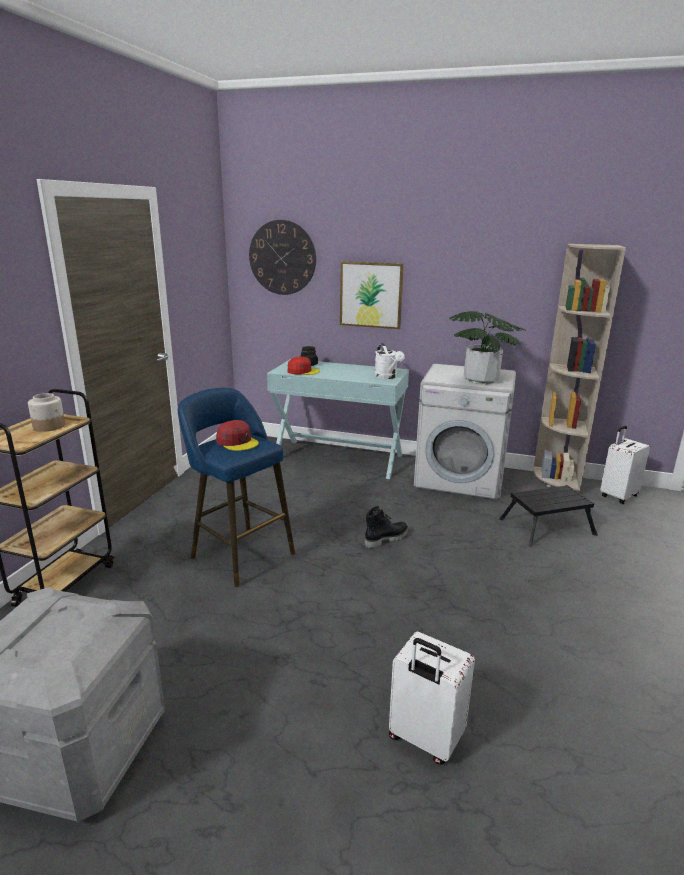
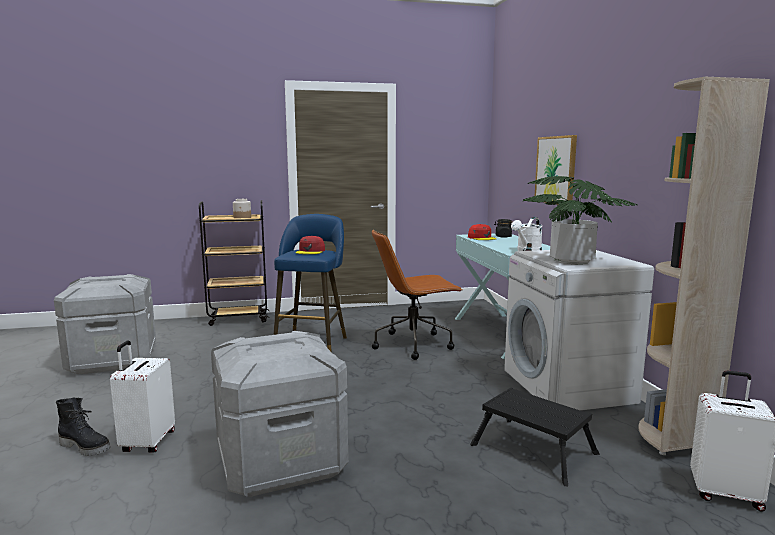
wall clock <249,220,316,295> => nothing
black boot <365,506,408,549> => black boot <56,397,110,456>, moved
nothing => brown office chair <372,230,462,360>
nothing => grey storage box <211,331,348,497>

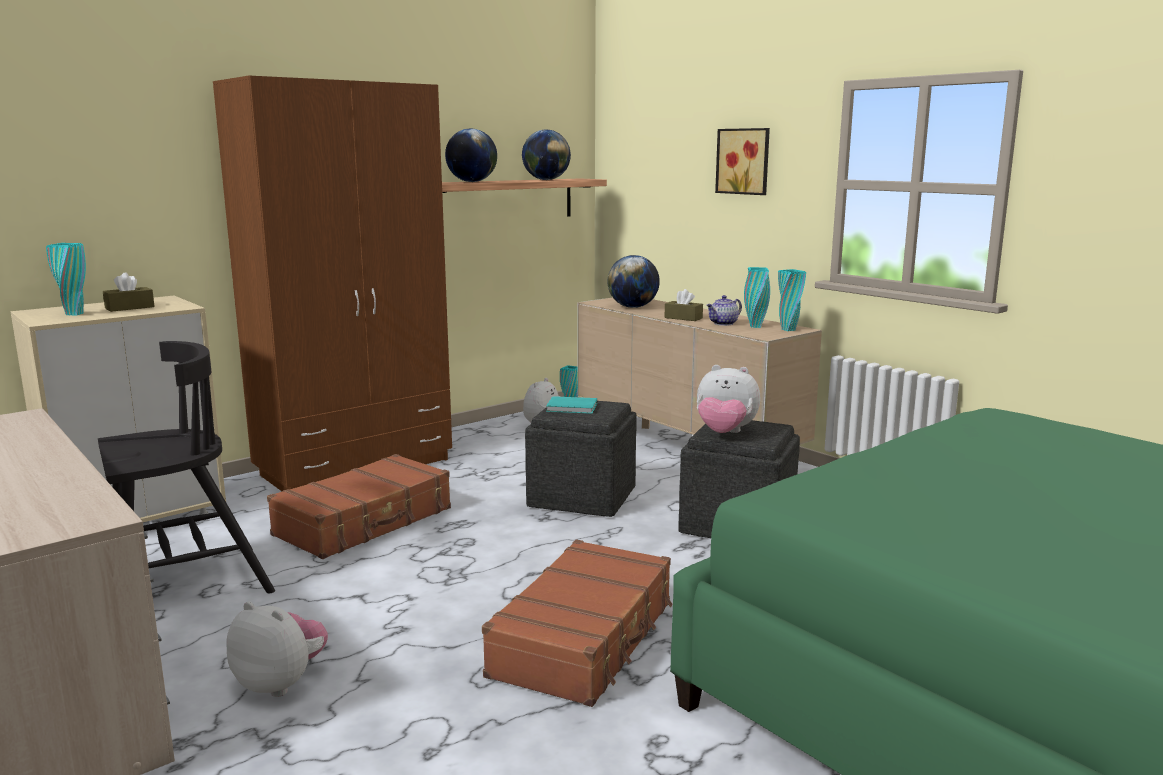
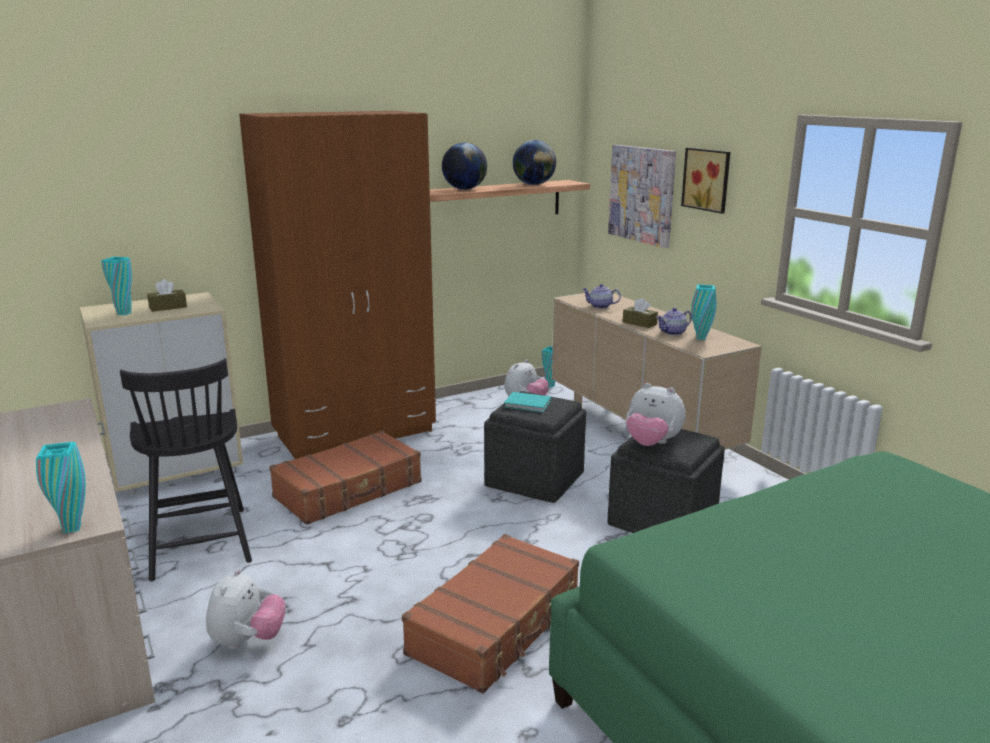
globe <607,255,660,308> => teapot <583,284,621,309>
turquoise vase <778,269,806,331> => turquoise vase <36,442,86,533>, moved
black chair <98,341,275,593> => black chair <120,358,252,581>, 90 degrees clockwise
plush toy <226,601,328,697> => plush toy <206,569,286,649>, 60 degrees clockwise
nothing => picture <608,145,676,248>

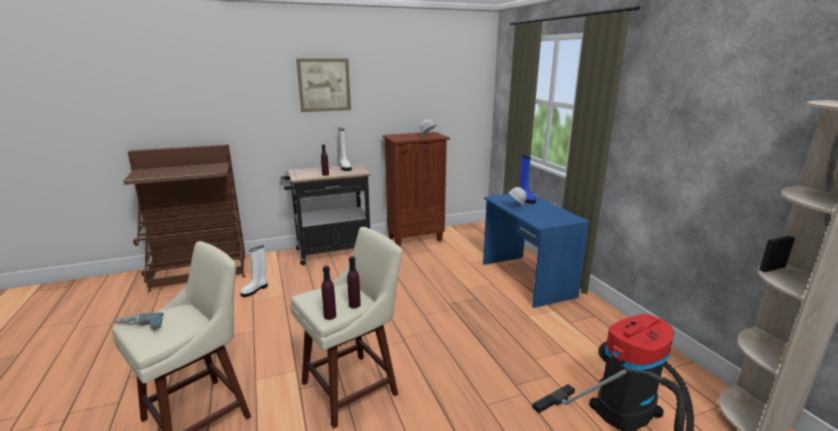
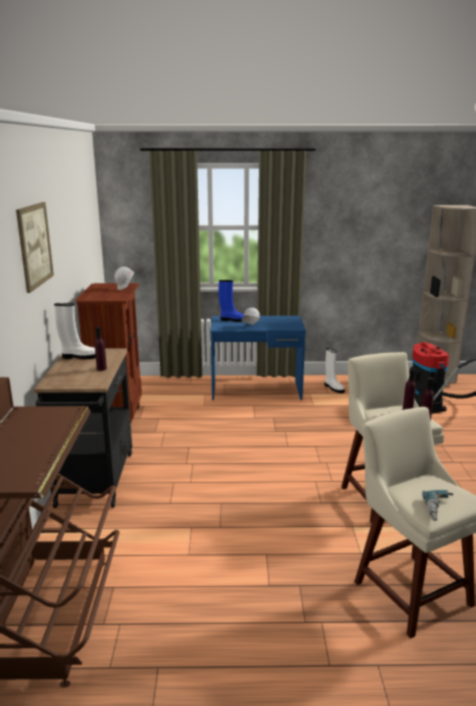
white boot <240,245,268,297> => white boot <325,348,345,393>, moved

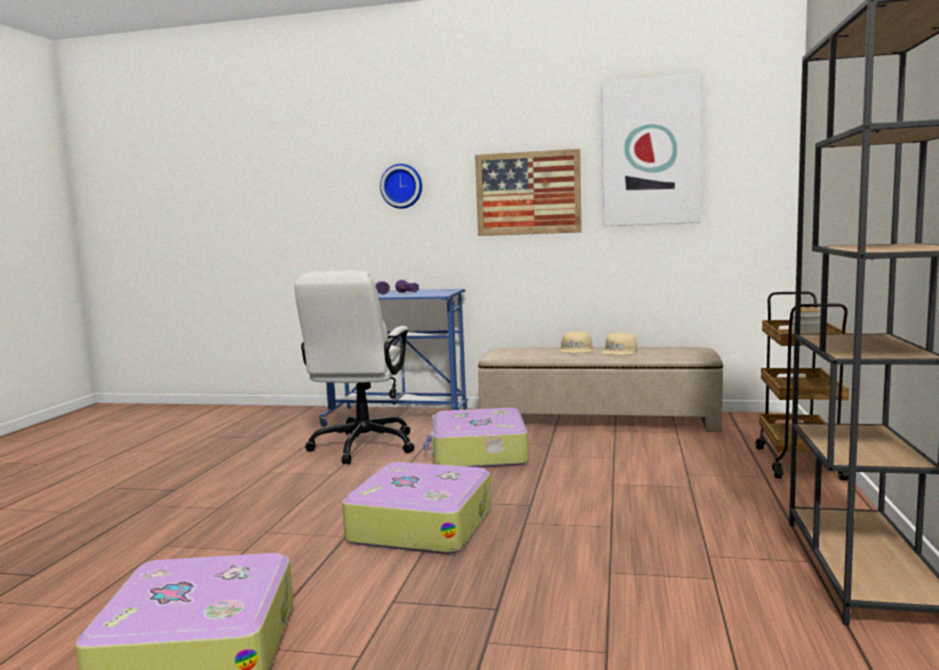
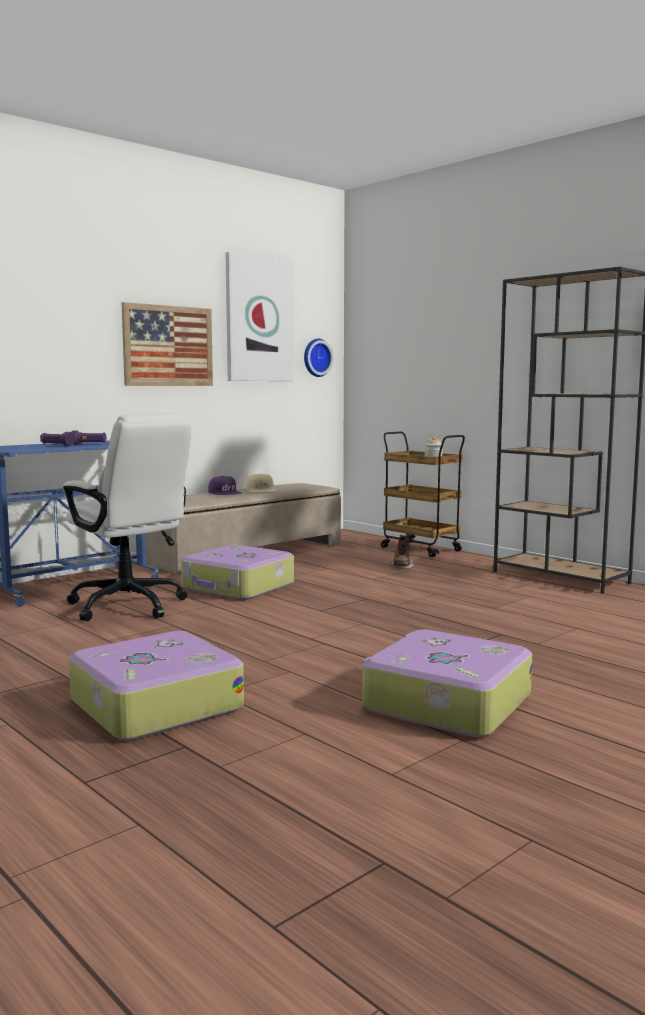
wall clock <380,164,422,209> => wall clock <304,339,333,377>, moved
beige cap <560,331,592,353> => purple cap <208,476,242,495>
suitcase <342,462,492,554> => suitcase <69,631,244,741>, moved
nothing => brown boot <391,535,414,569>

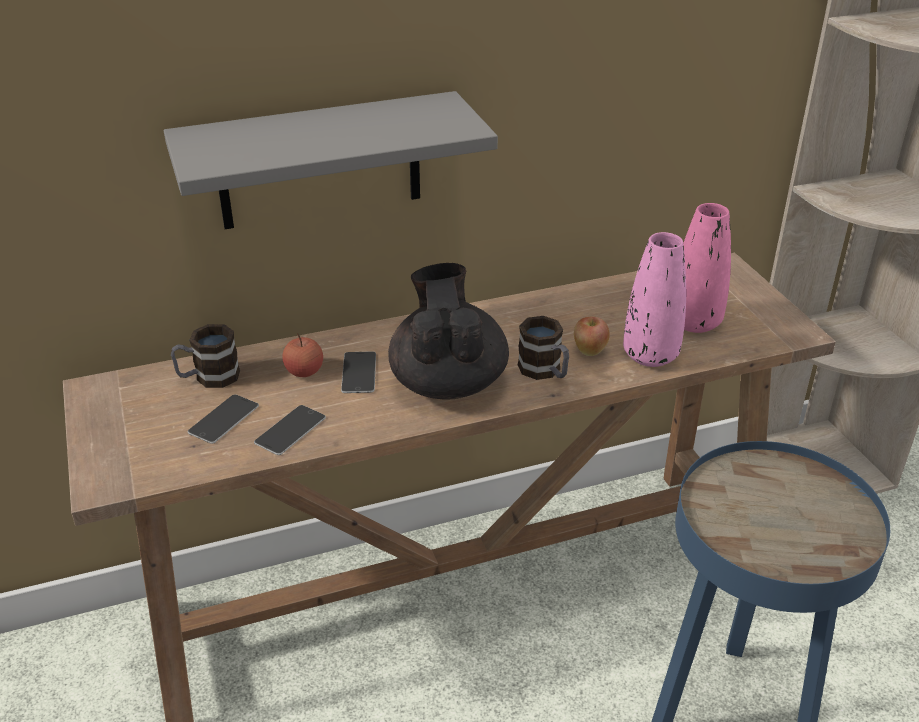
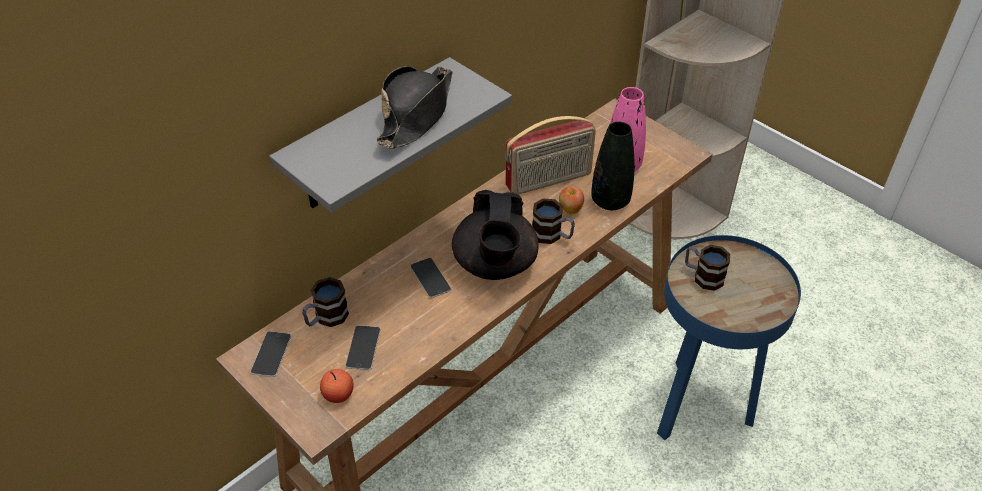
pink vase <623,232,686,367> => black vase <591,122,635,210>
black teapot <388,263,509,399> => black teapot <452,190,539,280>, 150 degrees counterclockwise
apple <282,333,323,377> => apple <320,369,354,403>, moved
phone <254,405,326,455> => phone <251,331,291,377>, moved
nothing => black hat <376,66,452,148>
nothing => radio <505,116,596,195>
nothing => mug <685,245,730,291>

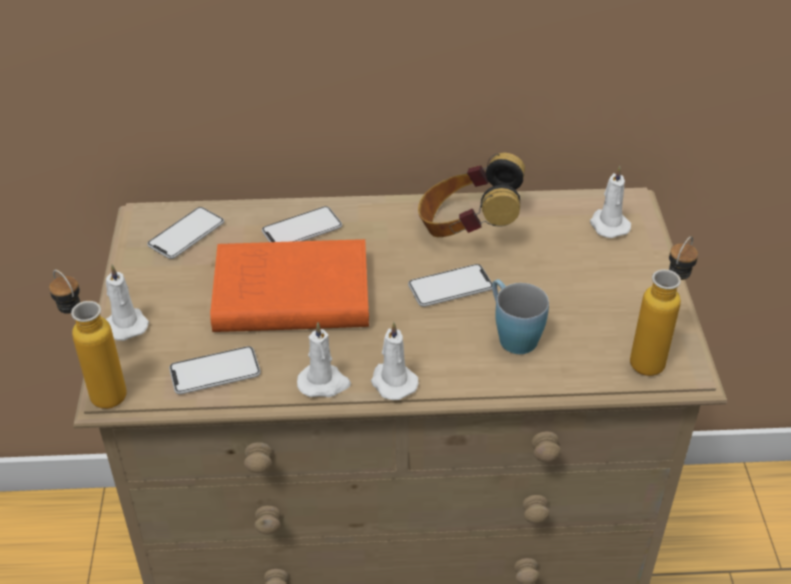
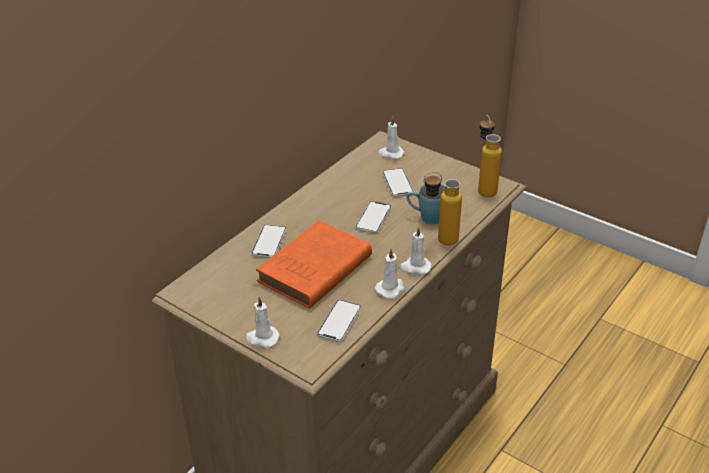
headphones <418,153,525,237> => nothing
phone <147,207,224,259> => phone <382,168,414,197>, moved
bottle <49,270,127,409> => bottle <424,171,462,245>, moved

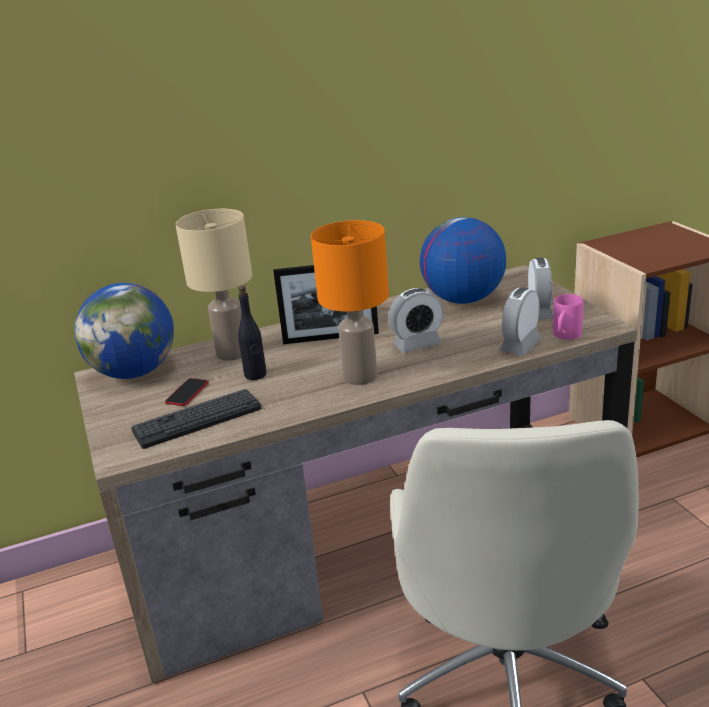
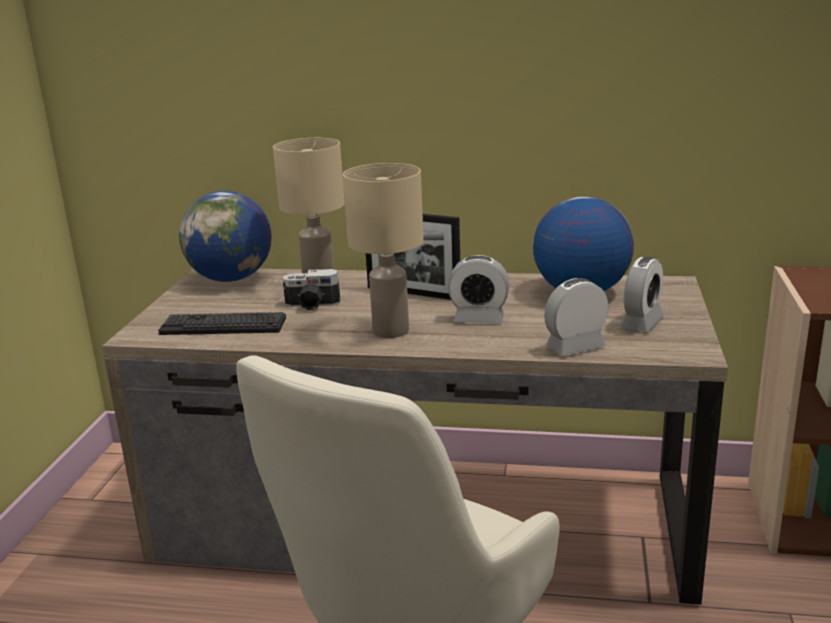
orange table lamp <311,220,389,385> => beige table lamp <343,163,424,338>
black bottle <238,285,267,380> => photo camera <283,269,340,311>
pink mug <553,294,583,340> => nothing
phone <165,378,209,406> => nothing

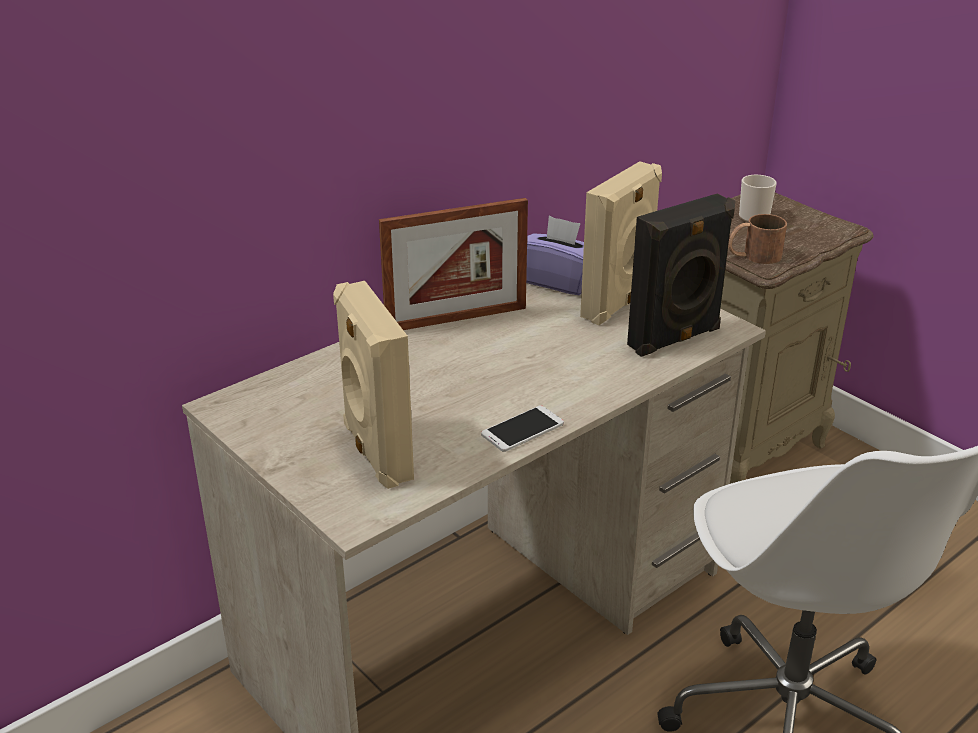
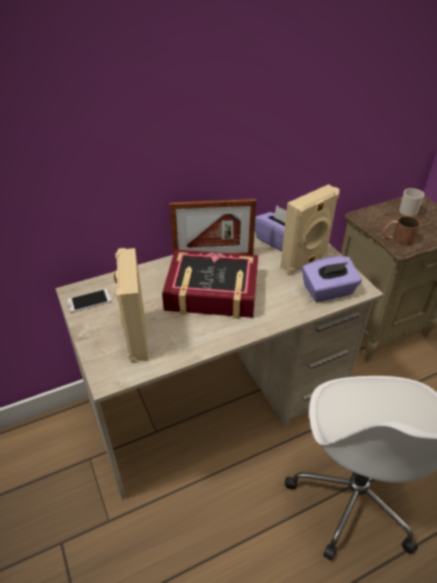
black speaker <627,193,735,357> => purple tissue box <302,256,362,302>
phone <481,405,564,452> => phone <68,289,112,312>, moved
nothing => book <162,250,258,319>

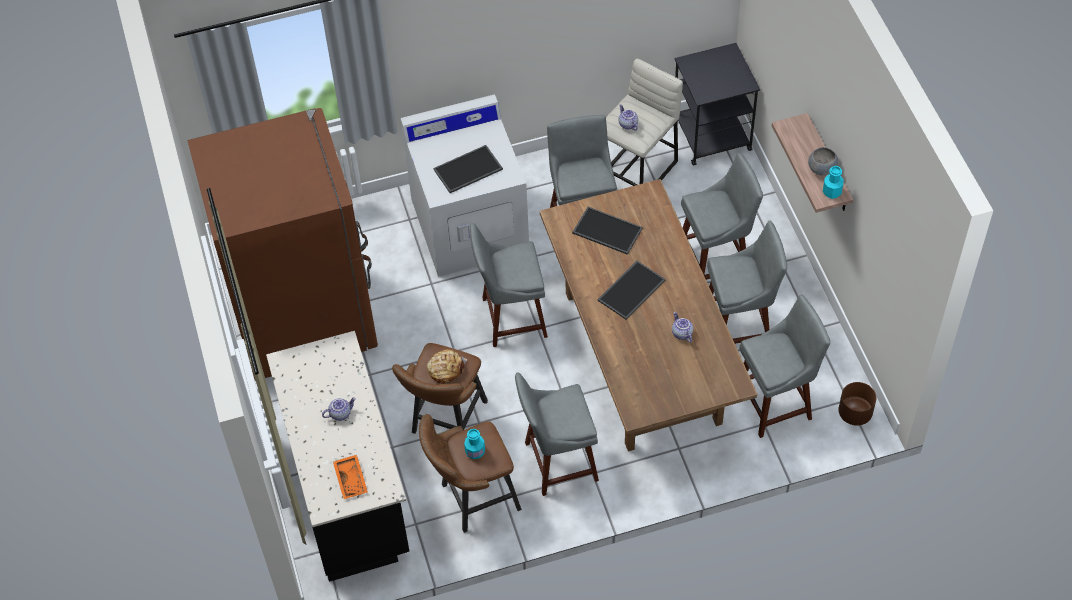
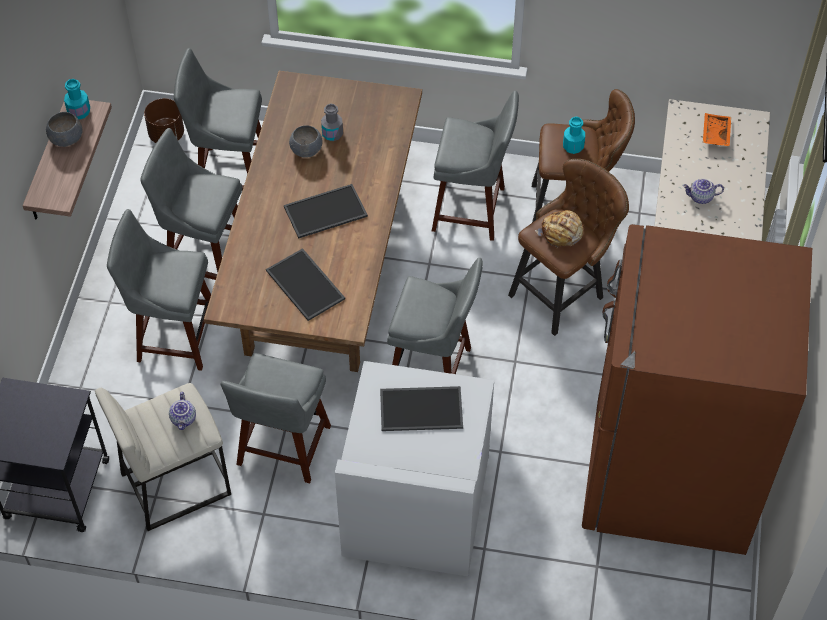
teapot <672,311,693,342> => grey bowl <289,125,323,158>
nothing => grey bottle <321,103,343,141>

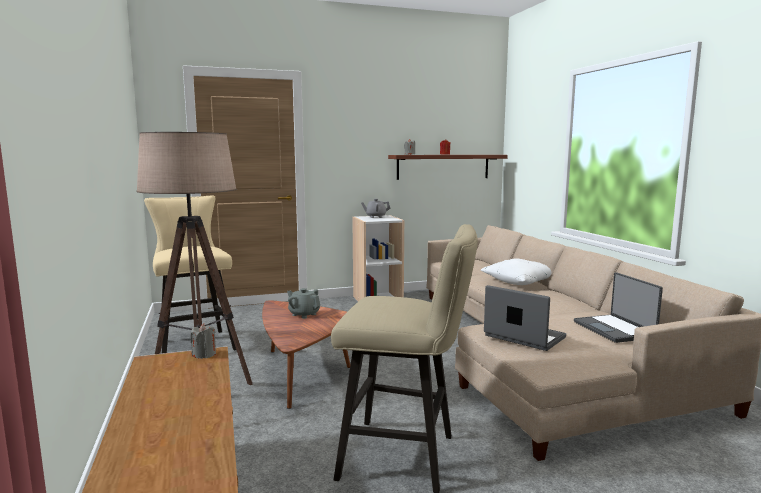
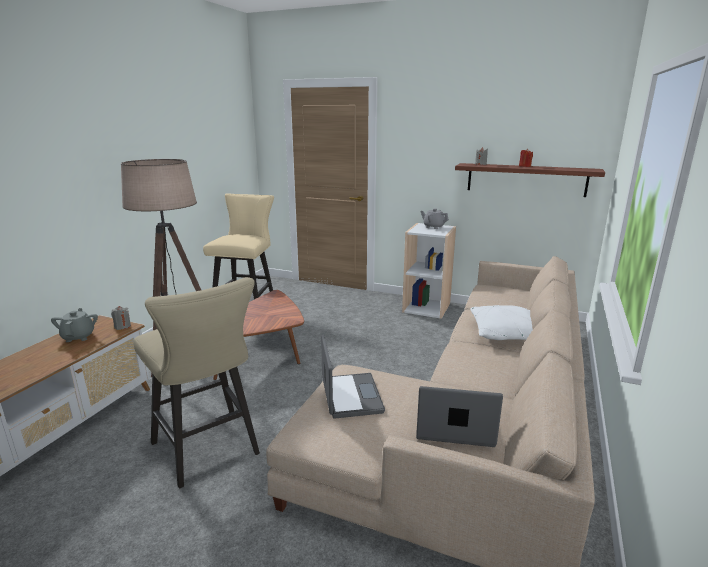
laptop <574,272,663,343> => laptop <416,386,503,447>, 75 degrees clockwise
grey teapot <287,288,320,319> => grey teapot <51,308,98,342>, moved

